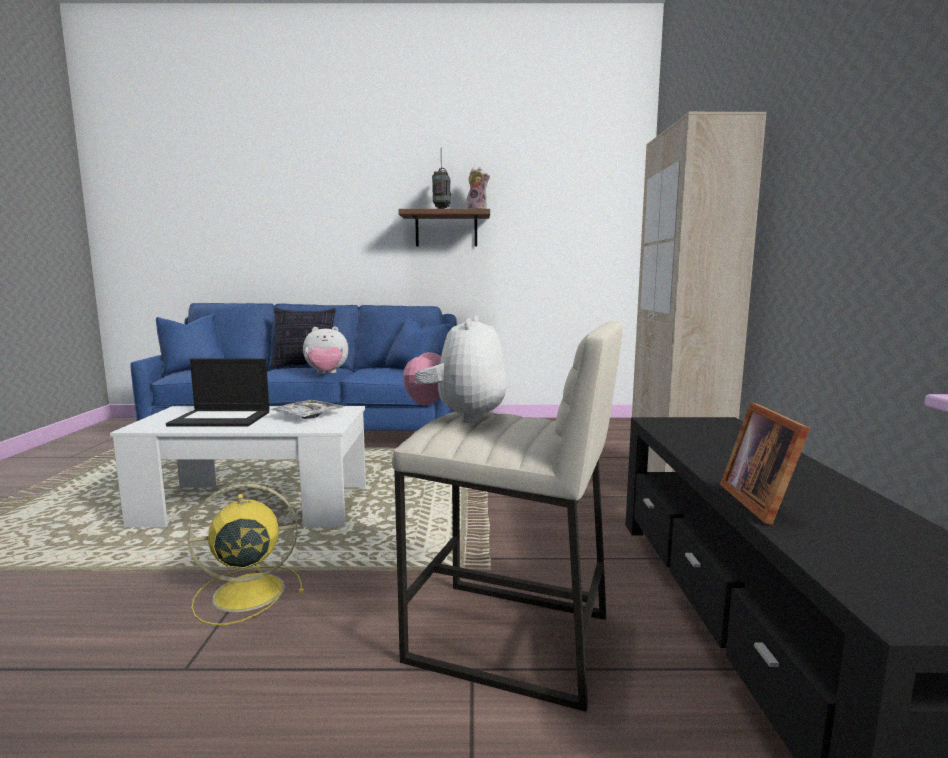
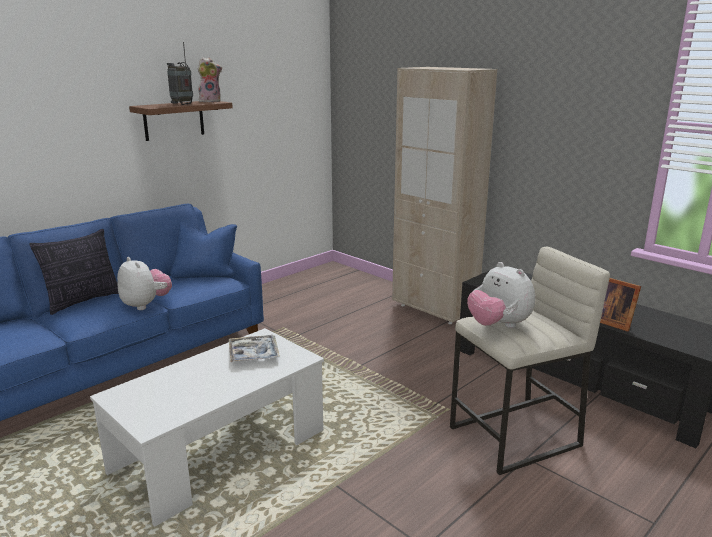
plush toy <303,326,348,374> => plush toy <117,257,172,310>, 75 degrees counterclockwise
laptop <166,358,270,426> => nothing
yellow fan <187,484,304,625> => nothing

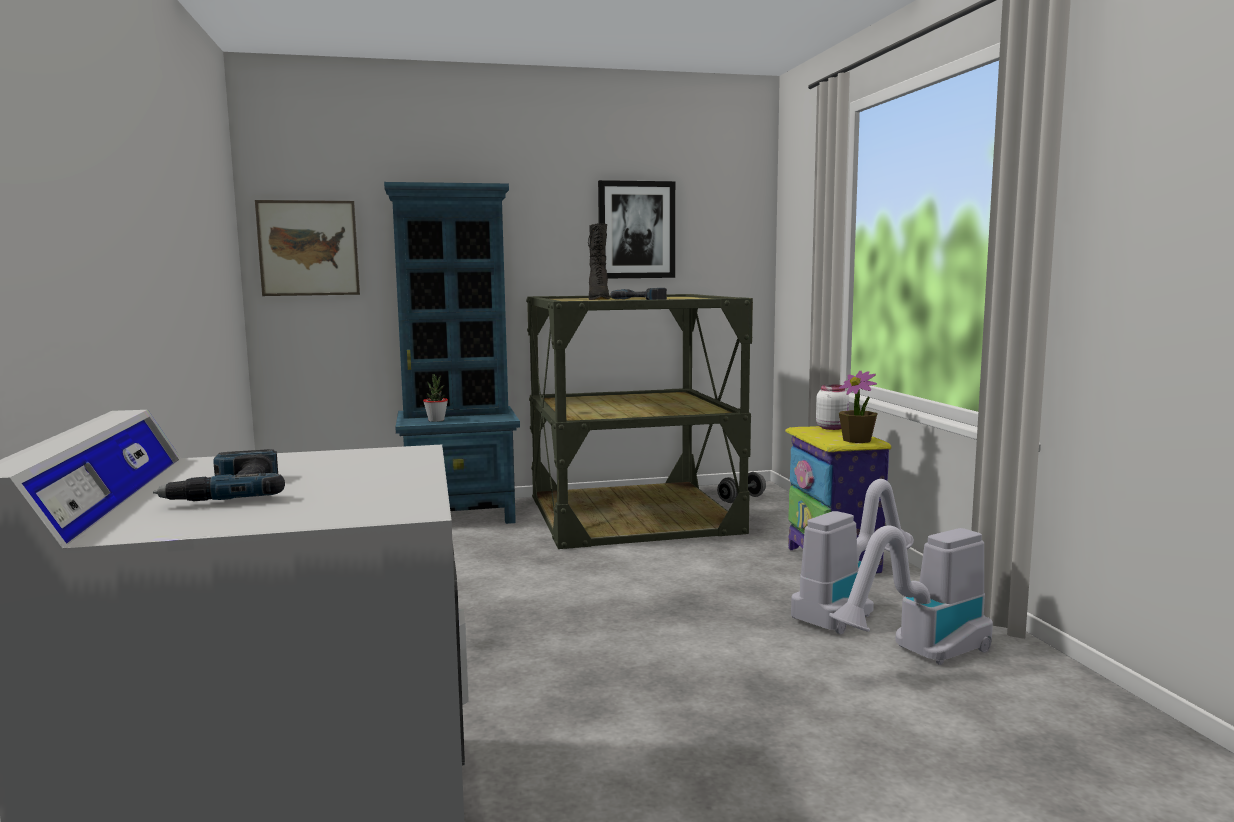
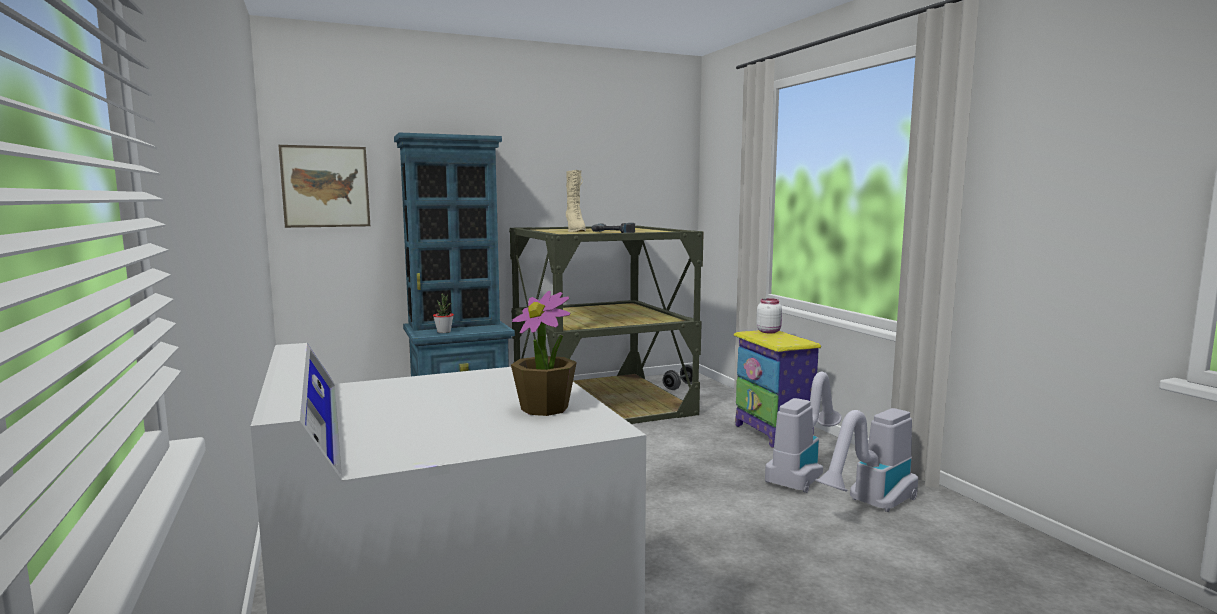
picture <598,180,675,278> => nothing
black boot <588,223,610,300> => beige boot <566,170,586,232>
potted plant <839,371,878,443> => potted plant <511,291,577,416>, moved
power drill <153,449,285,501> => nothing

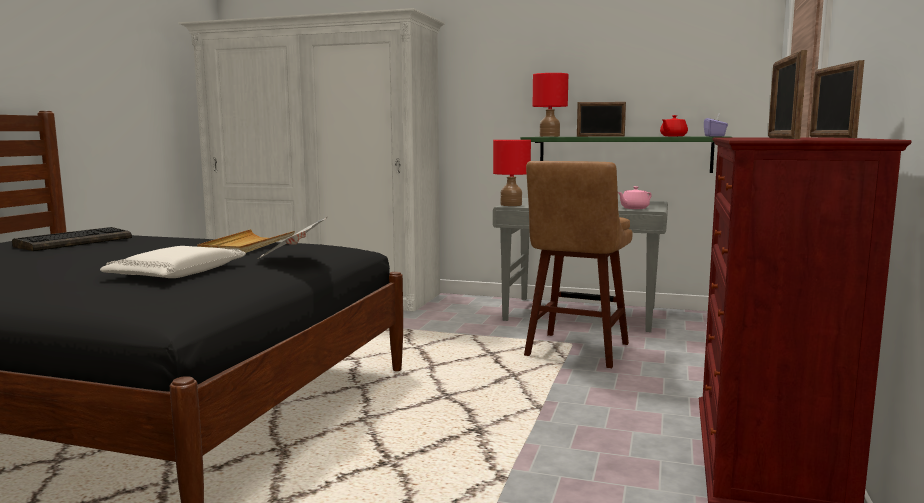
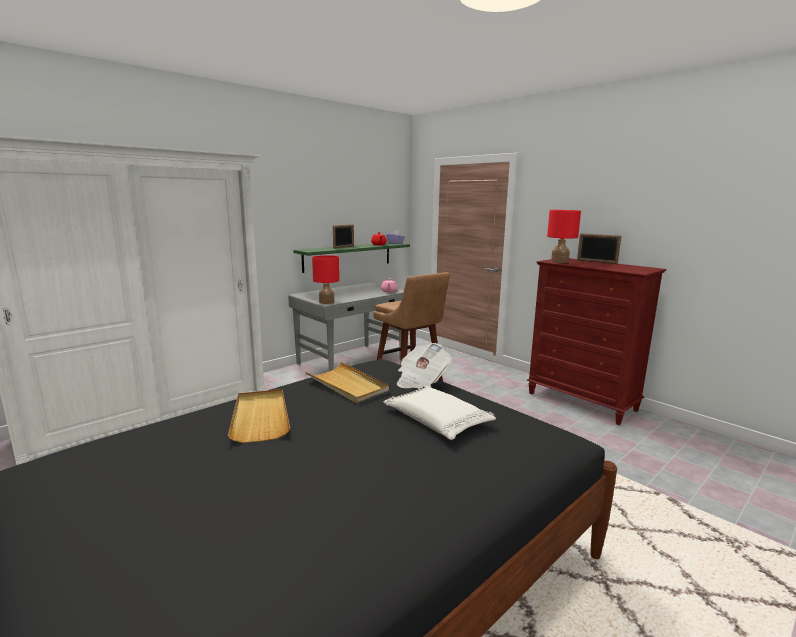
picture frame <768,50,807,139> => nothing
red table lamp <532,73,568,137> => red table lamp <547,210,581,263>, moved
keyboard <12,227,132,251> => nothing
nothing => beige tray <228,389,290,443>

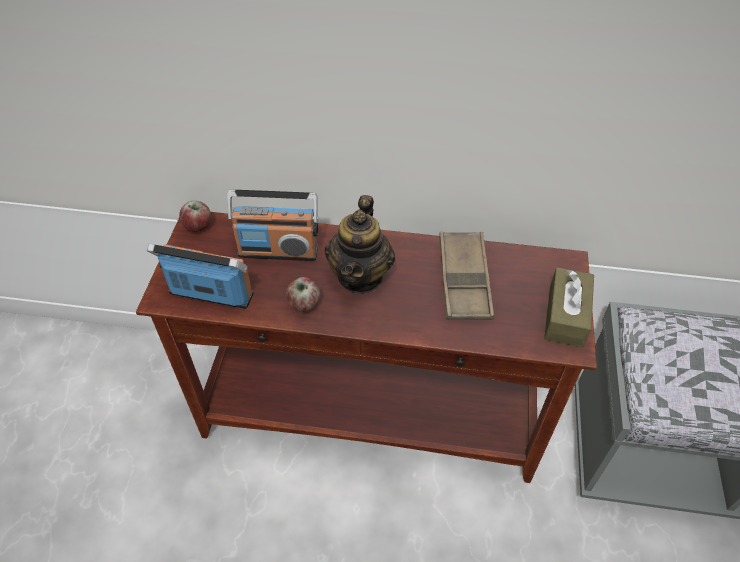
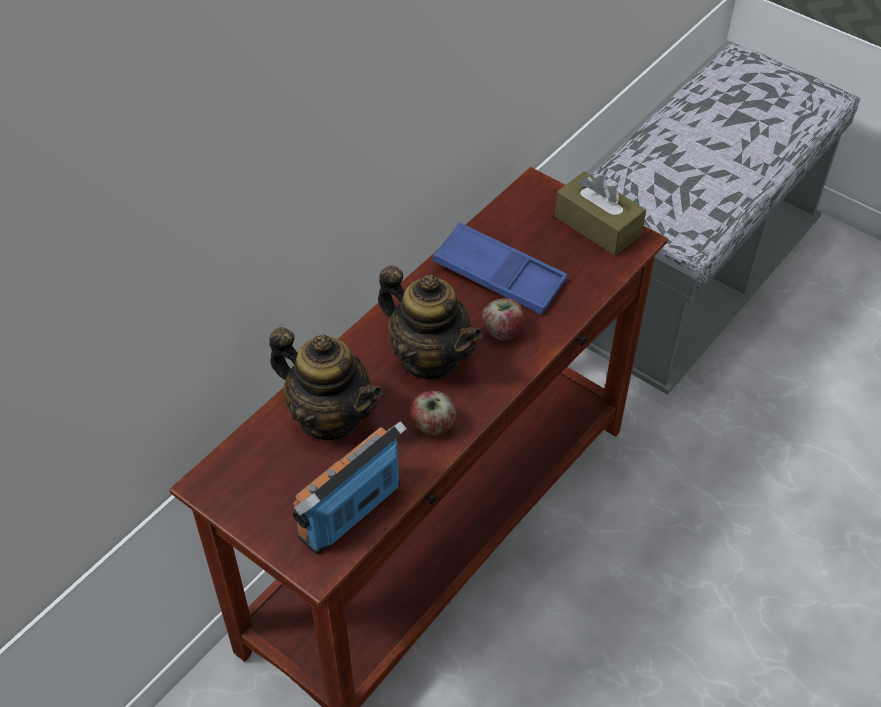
radio <227,190,318,261> => teapot <270,327,383,440>
apple <179,201,211,232> => apple <482,298,525,340>, moved
brown tray <439,232,494,320> => blue tray <433,222,567,315>

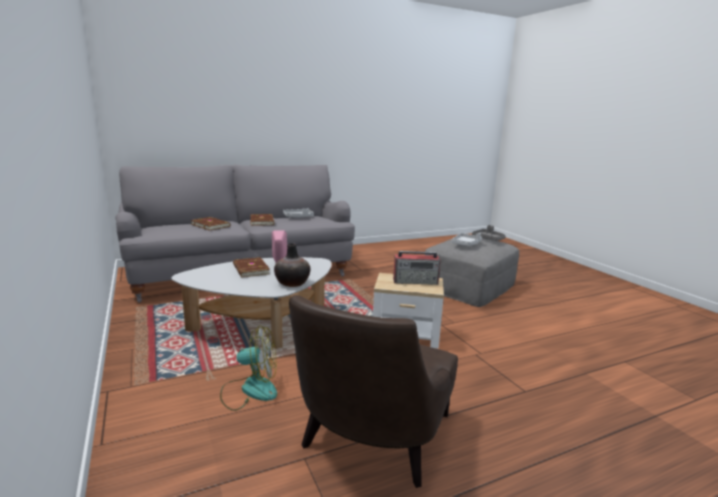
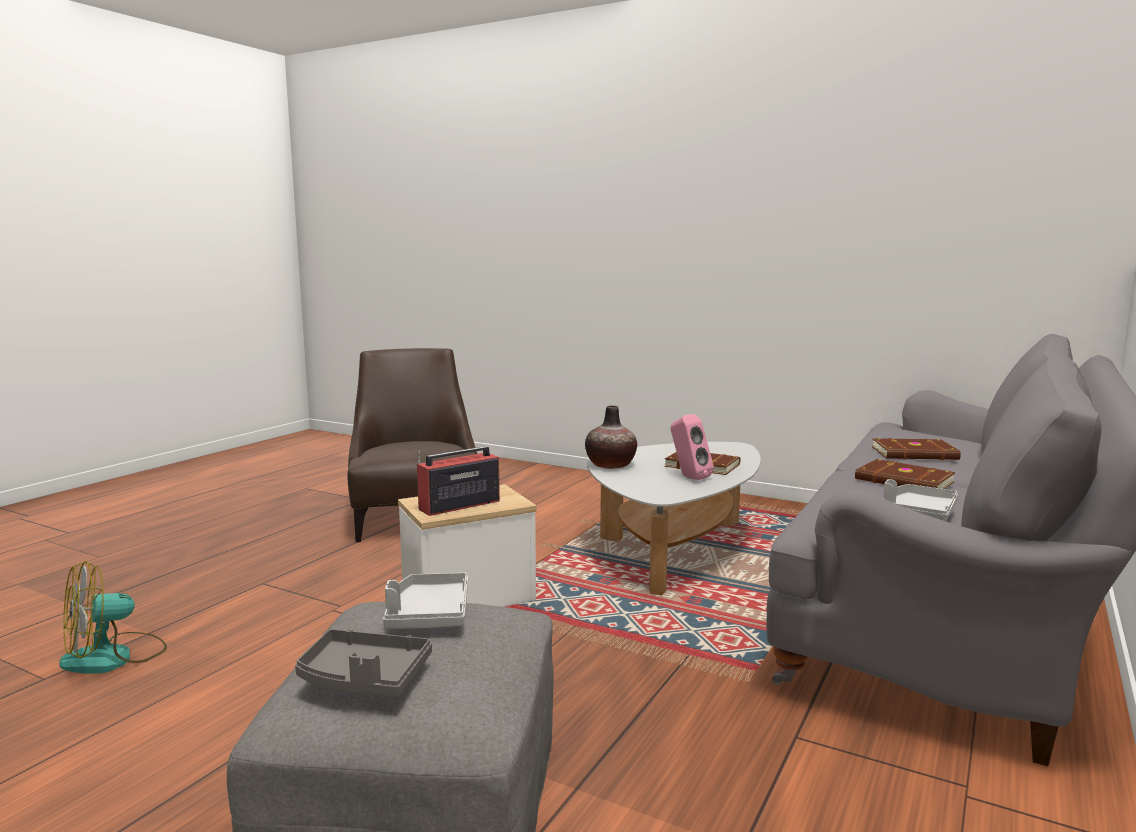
fan <220,325,277,411> => fan <59,561,167,674>, moved

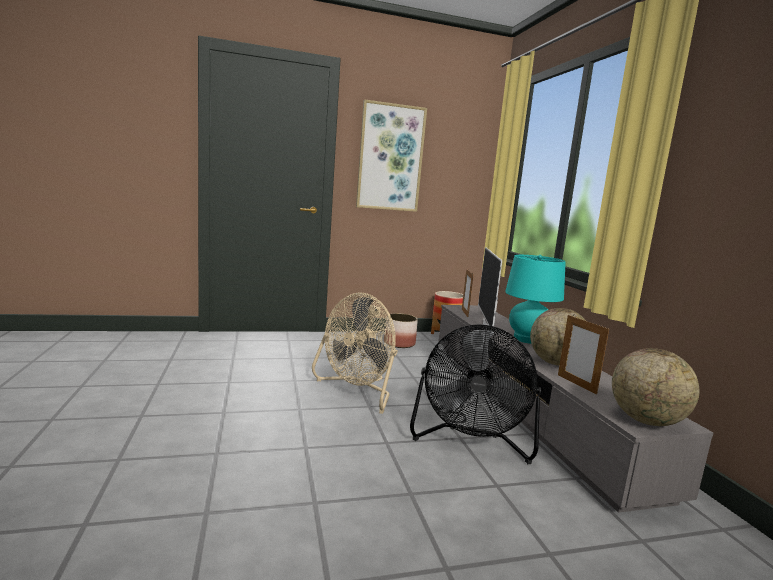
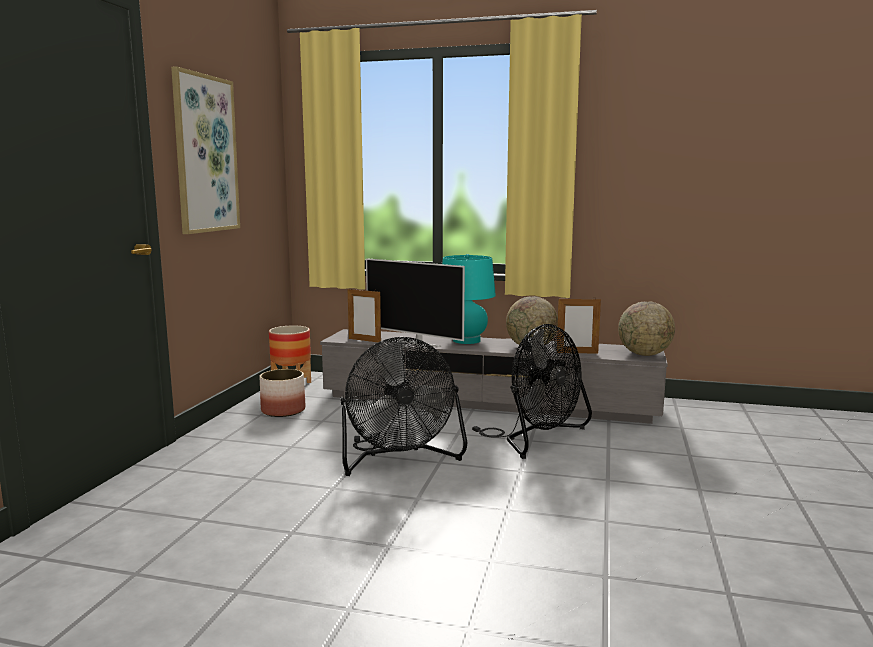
beige fan <312,293,398,414> => black fan <340,337,467,476>

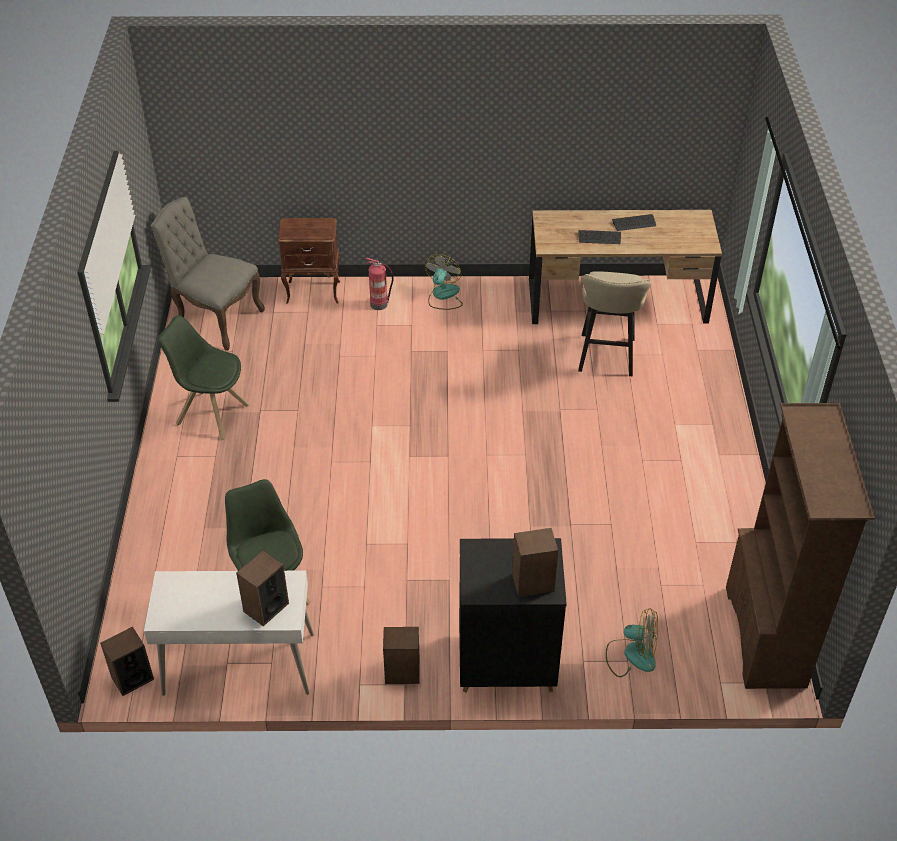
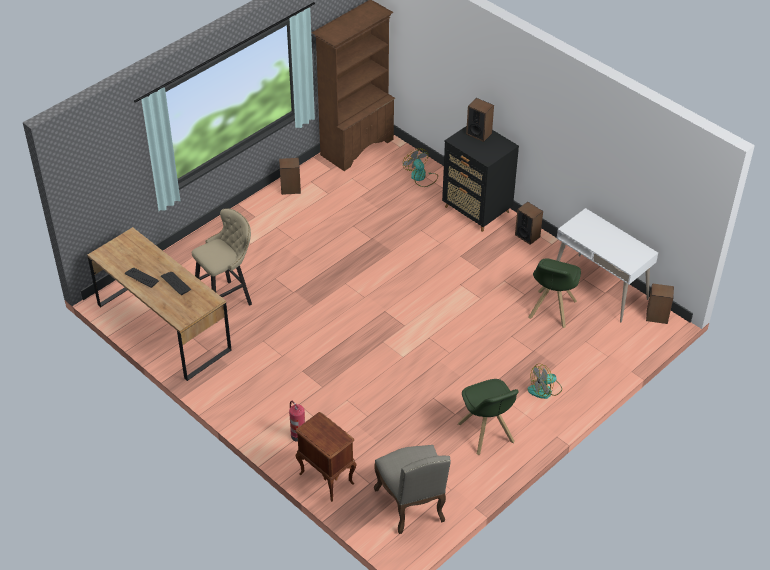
fan <424,254,463,310> => fan <527,365,562,399>, moved
speaker <236,550,289,626> => speaker <279,158,301,195>, moved

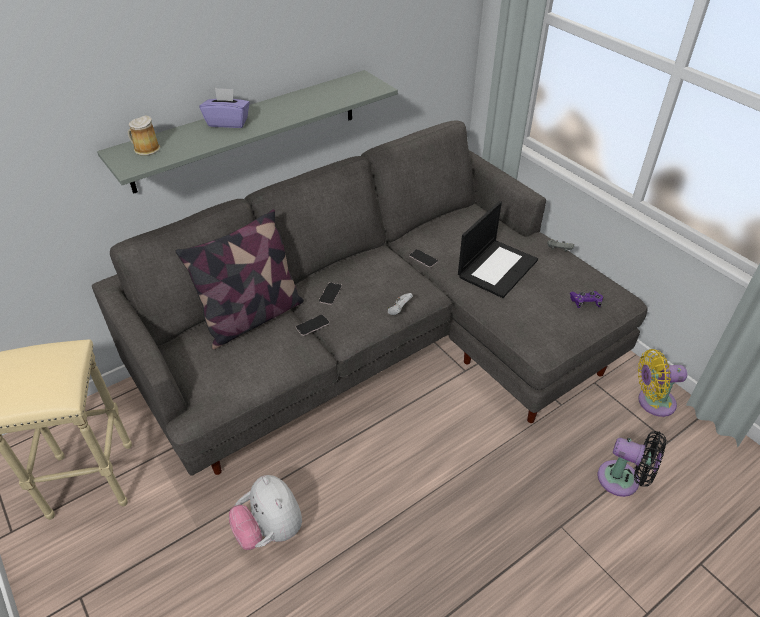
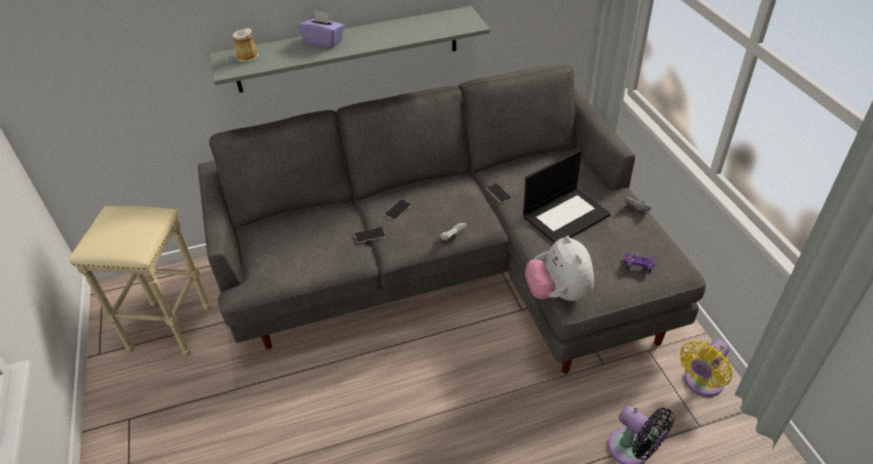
pillow <176,209,304,350> => nothing
yellow fan <638,349,687,417> => yellow fan <680,339,733,397>, 60 degrees counterclockwise
plush toy <229,475,302,550> => plush toy <525,236,594,301>, moved

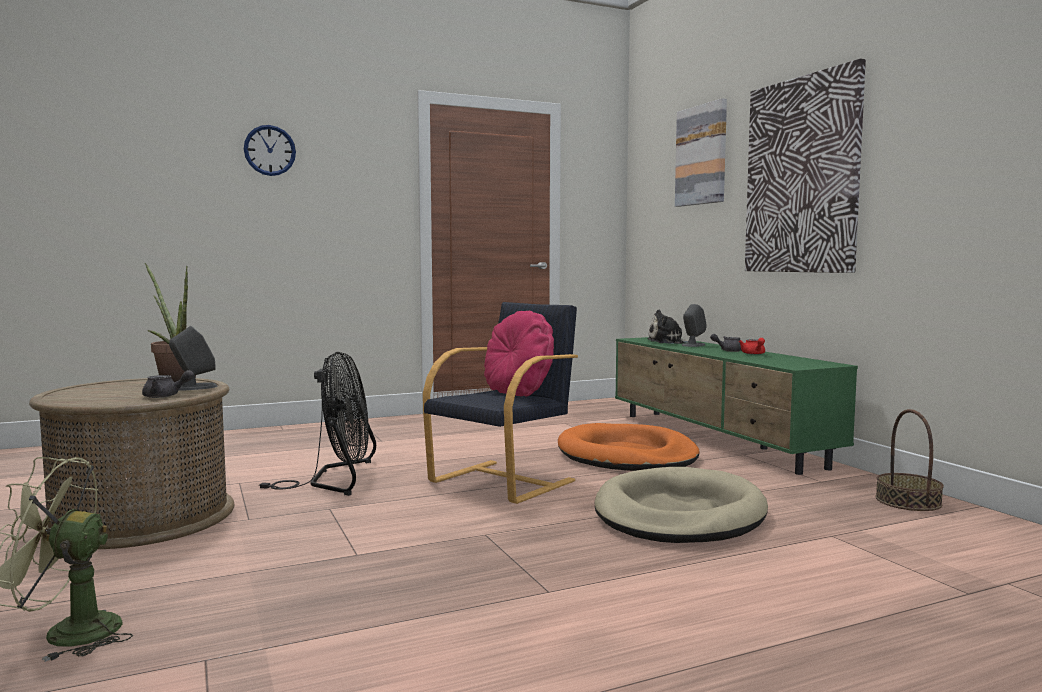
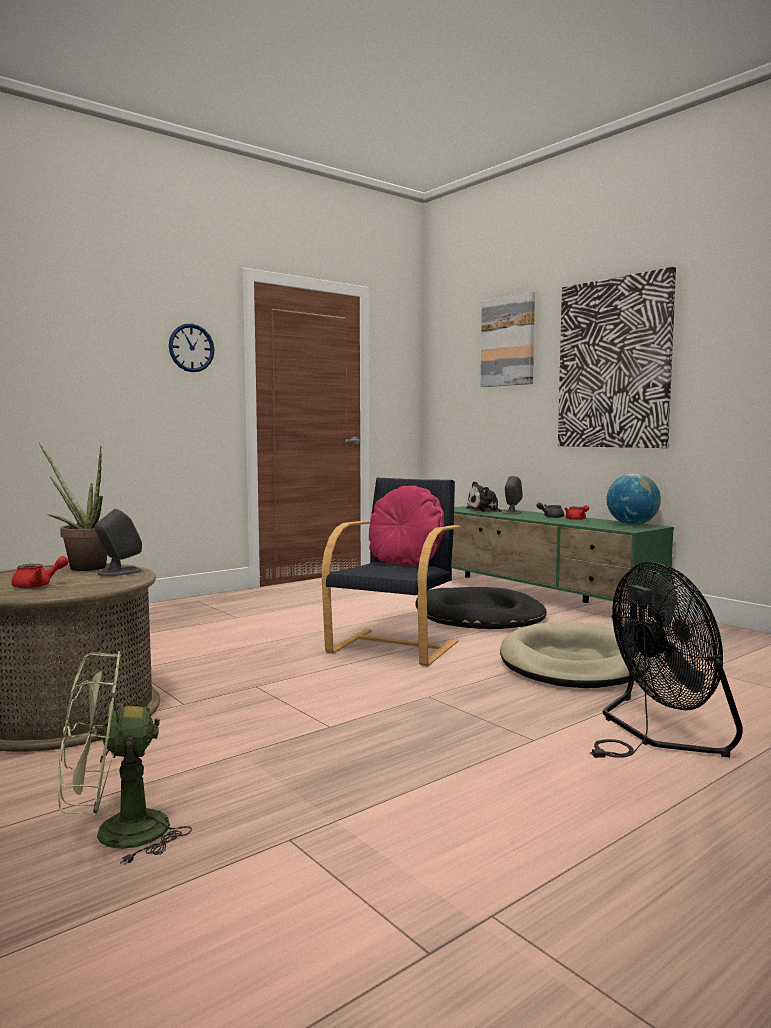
wall clock <244,125,296,176> => wall clock <169,323,214,372>, moved
black fan <259,352,376,496> => black fan <589,562,743,758>, moved
grey teapot <142,370,194,398> => nothing
basket <875,409,944,511> => nothing
orange dog bed <558,423,700,471> => black dog bed <416,587,547,629>
nothing => globe <607,474,661,525>
nothing => red teapot <11,556,69,589>

